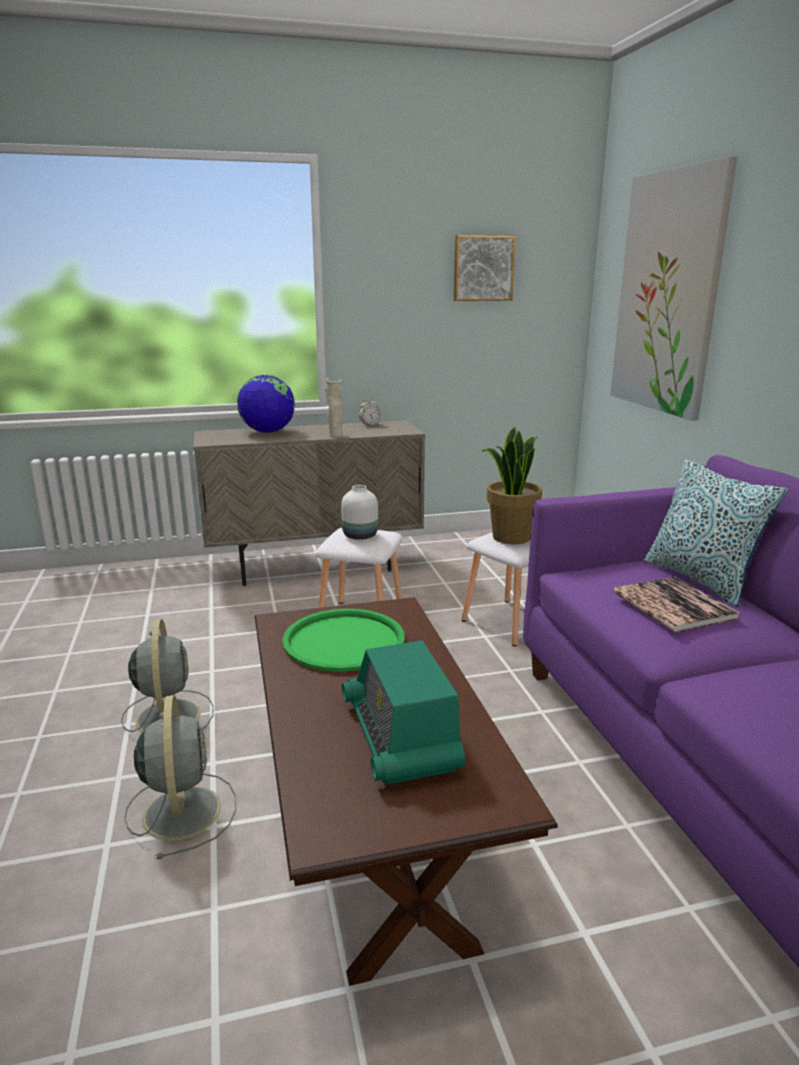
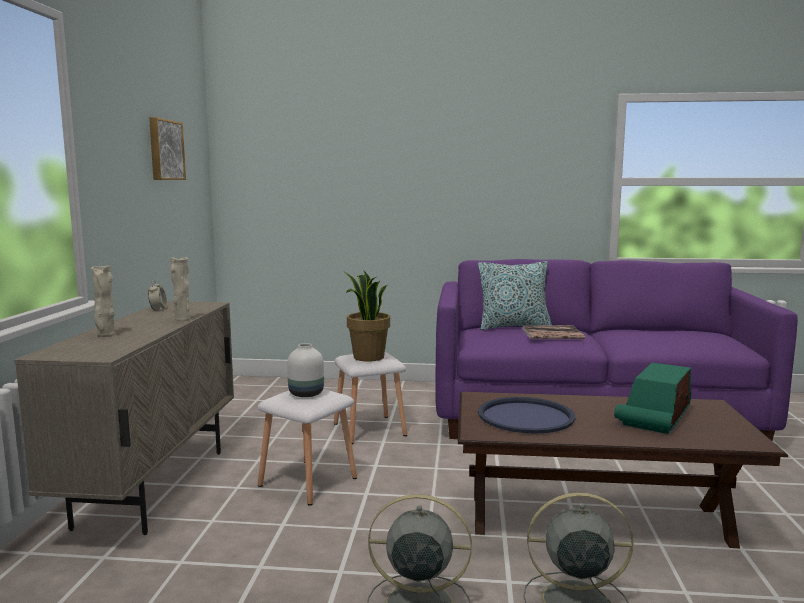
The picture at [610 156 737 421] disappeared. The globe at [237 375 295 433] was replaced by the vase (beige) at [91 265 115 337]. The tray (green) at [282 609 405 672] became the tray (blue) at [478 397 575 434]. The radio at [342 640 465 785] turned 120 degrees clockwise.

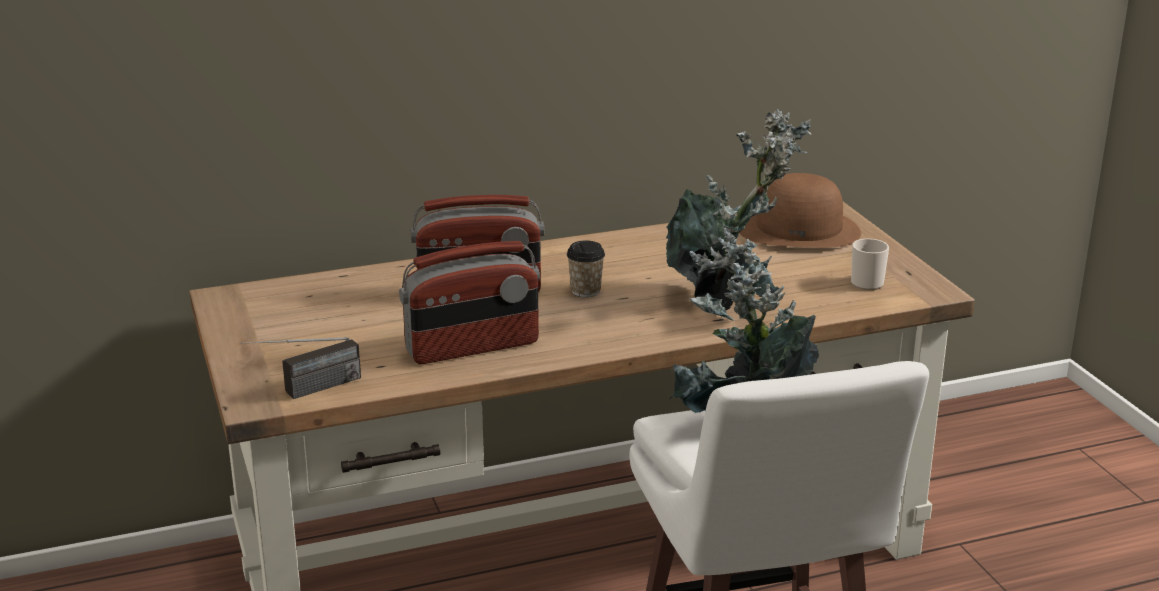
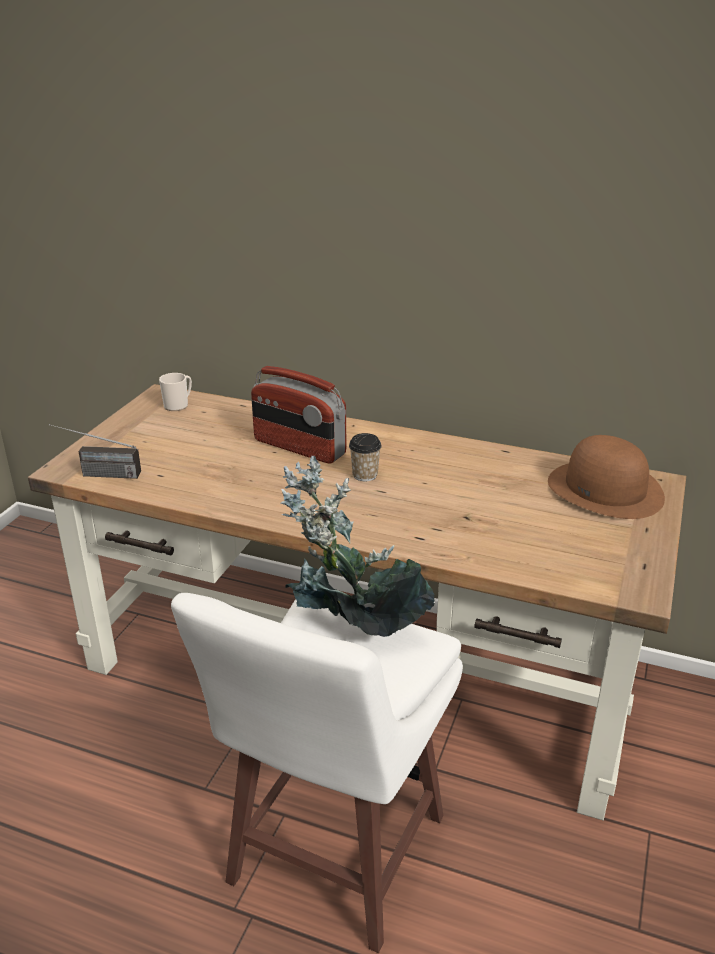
The potted plant at [666 109 811 310] disappeared. The mug moved from [851 239 889 290] to [159 373 192 411]. The radio at [399 241 540 364] disappeared.

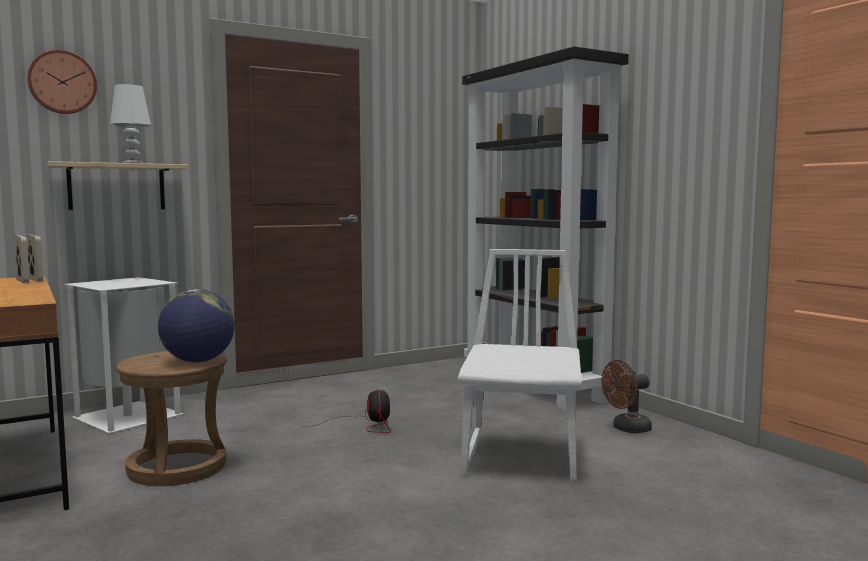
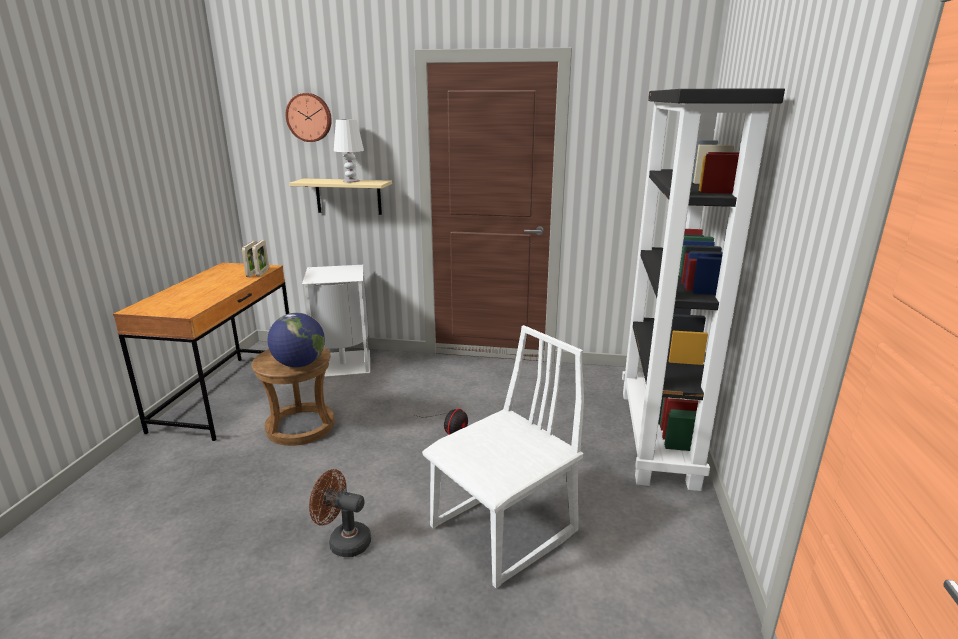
The fan (brown) moved from [602 360 652 433] to [309 469 371 557].

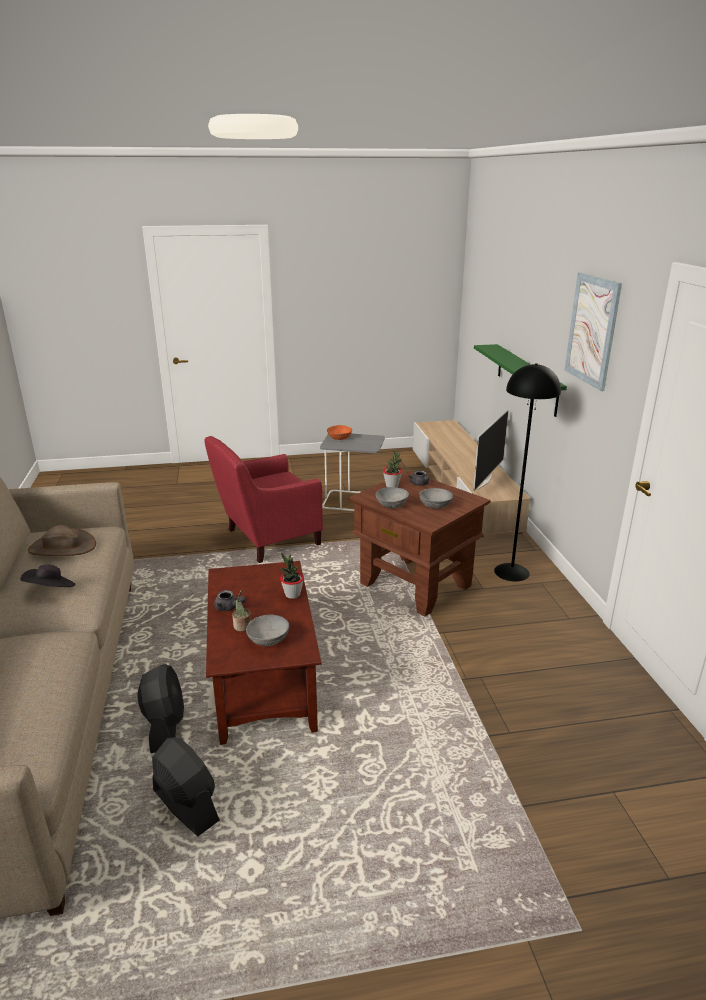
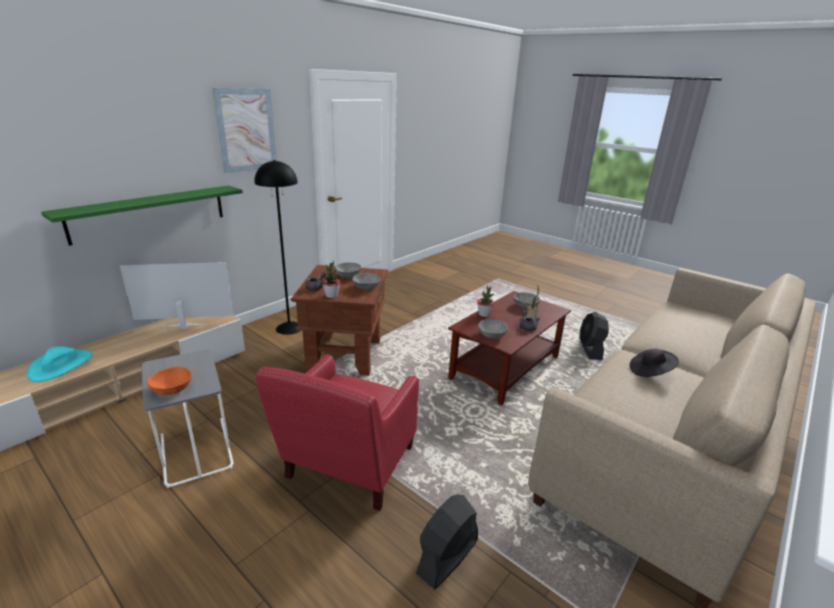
The armchair (red) at [204 436 323 563] turned 90 degrees clockwise. The hat (brown) at [28 525 96 556] disappeared. The fan (black) moved from [137 664 184 753] to [416 494 478 589]. The bowl (grey) at [478 319 508 339] appeared. The hat (turquoise) at [26 346 93 382] appeared.

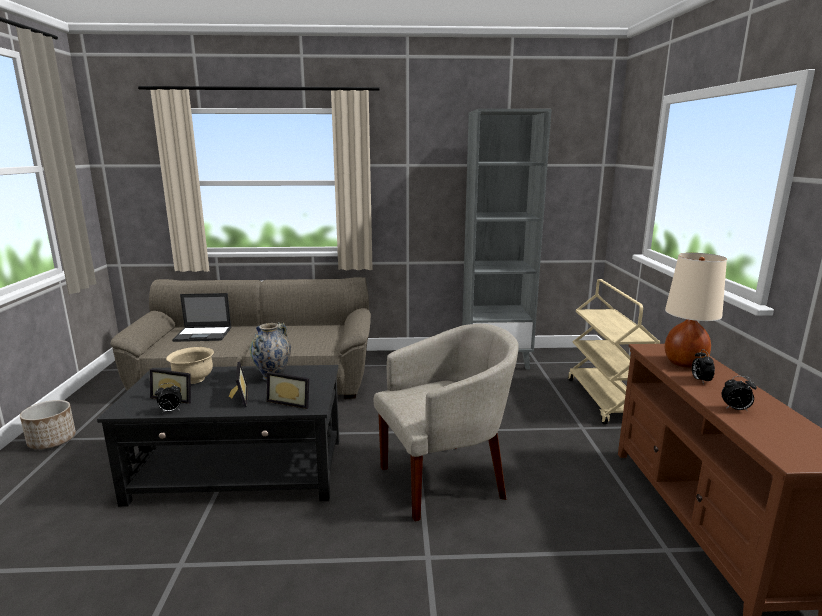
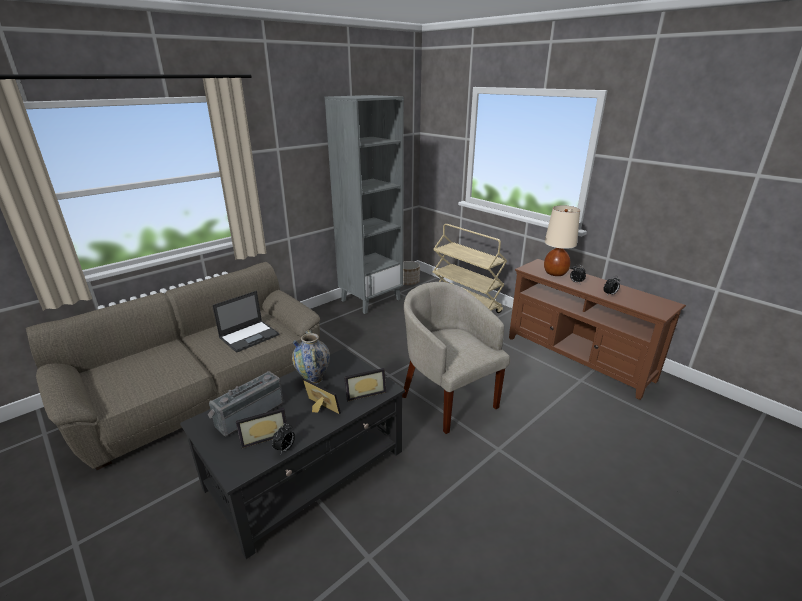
The laptop moved from [172 293 231 342] to [212 291 279 353]. The armchair (beige) at [373 324 519 522] turned 60 degrees counterclockwise. The bowl (beige) at [166 347 214 384] was replaced by the radio at [208 371 284 436]. The planter moved from [20 400 76 449] to [403 261 420 285].

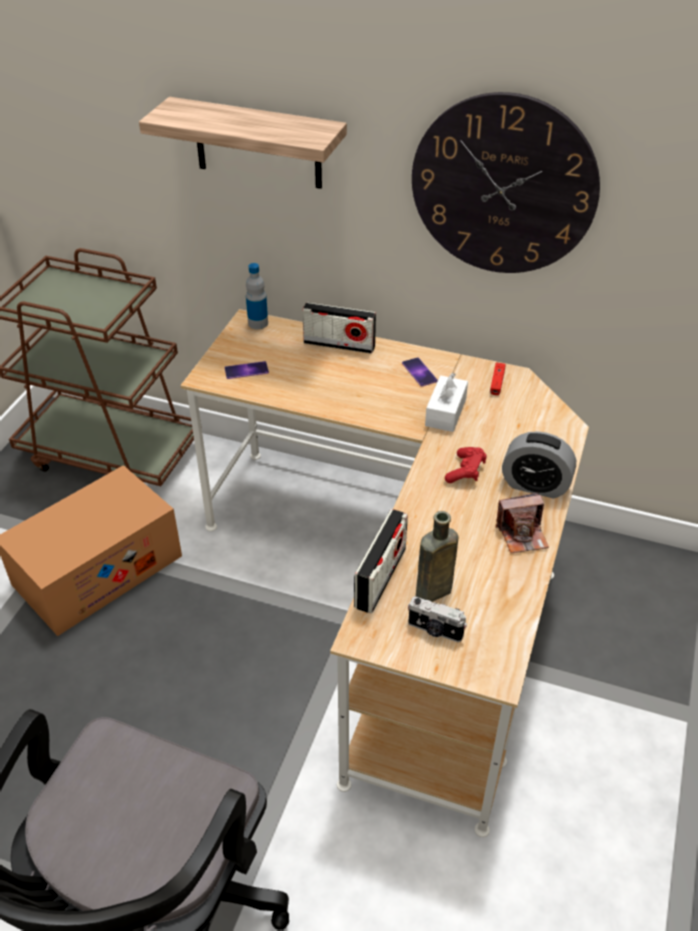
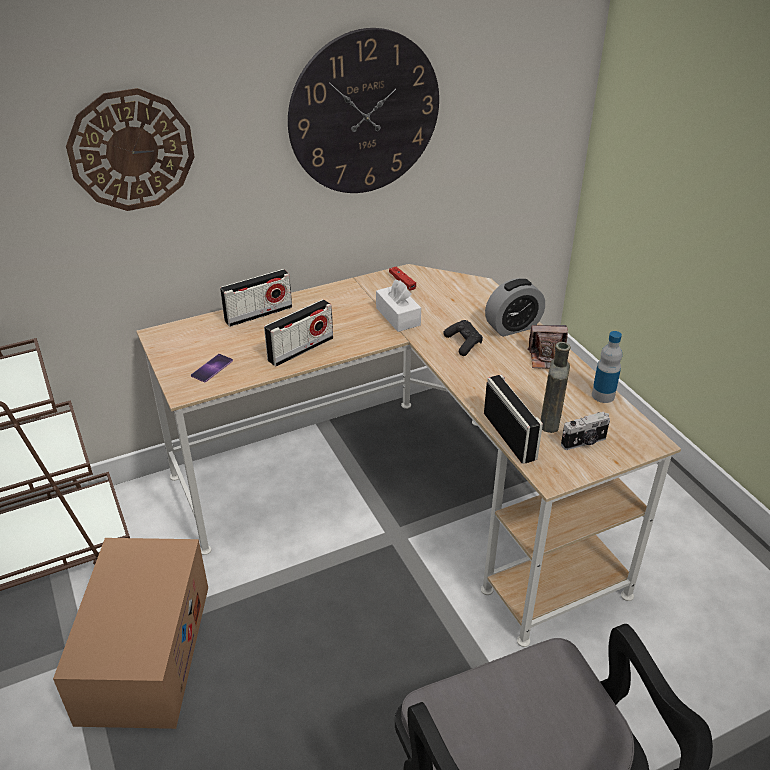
The shelf at [139 97 347 189] was replaced by the wall clock at [66 88 194 211]. The bottle moved from [246 263 268 329] to [592 331 622 403]. The phone at [402 357 438 386] disappeared. The game controller (red) at [445 447 487 483] became the game controller (black) at [443 320 483 356]. The photo camera at [496 493 549 553] turned 60 degrees clockwise. The radio at [264 299 333 366] appeared.

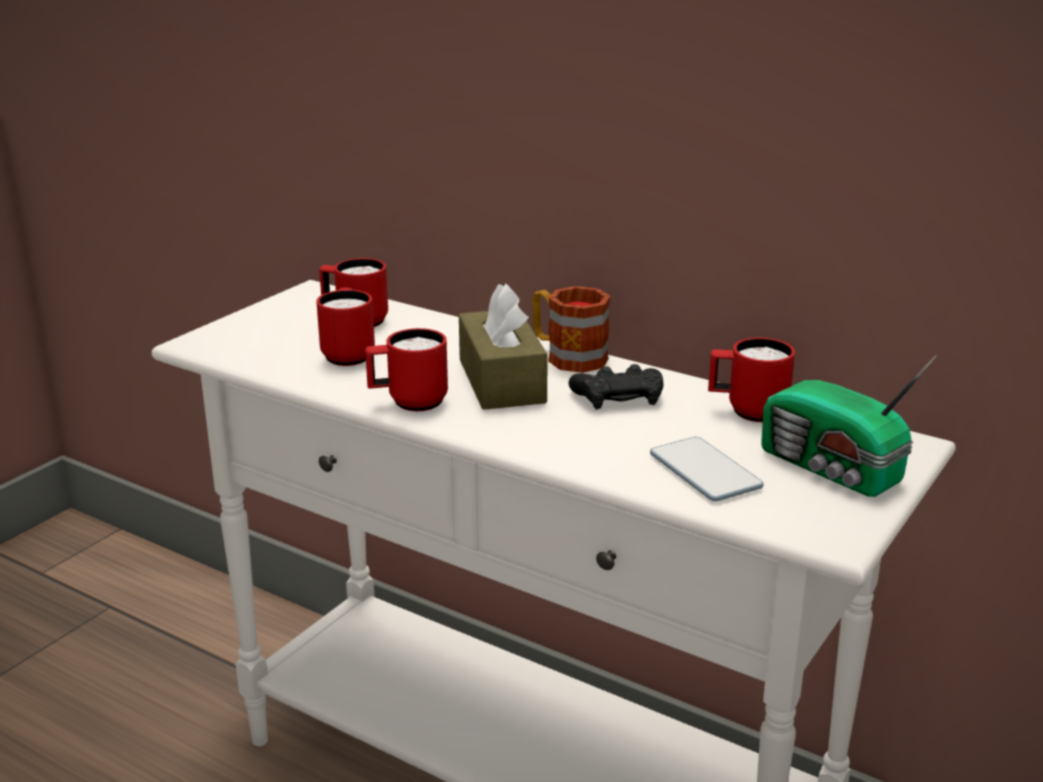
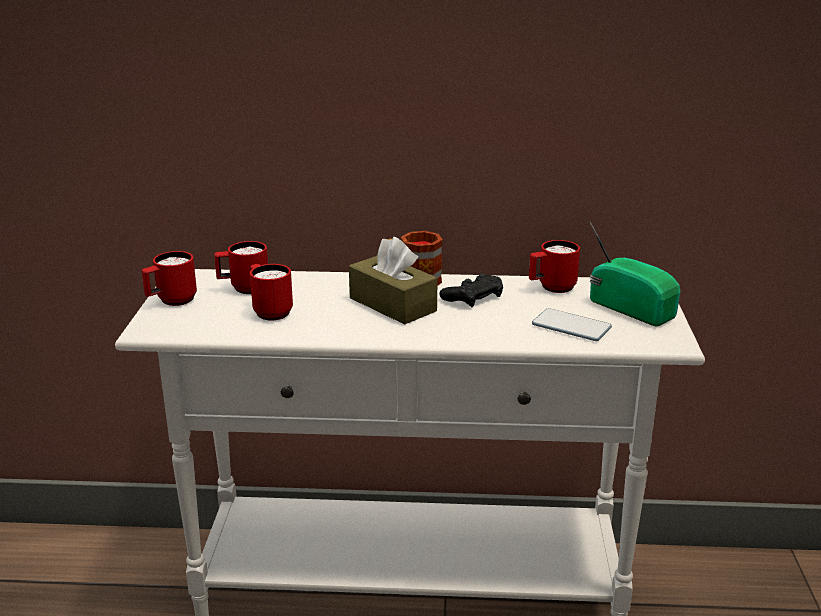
The mug (red) moved from [365 328 448 411] to [141 251 197 306]. The radio at [761 355 937 497] turned 150 degrees counterclockwise.

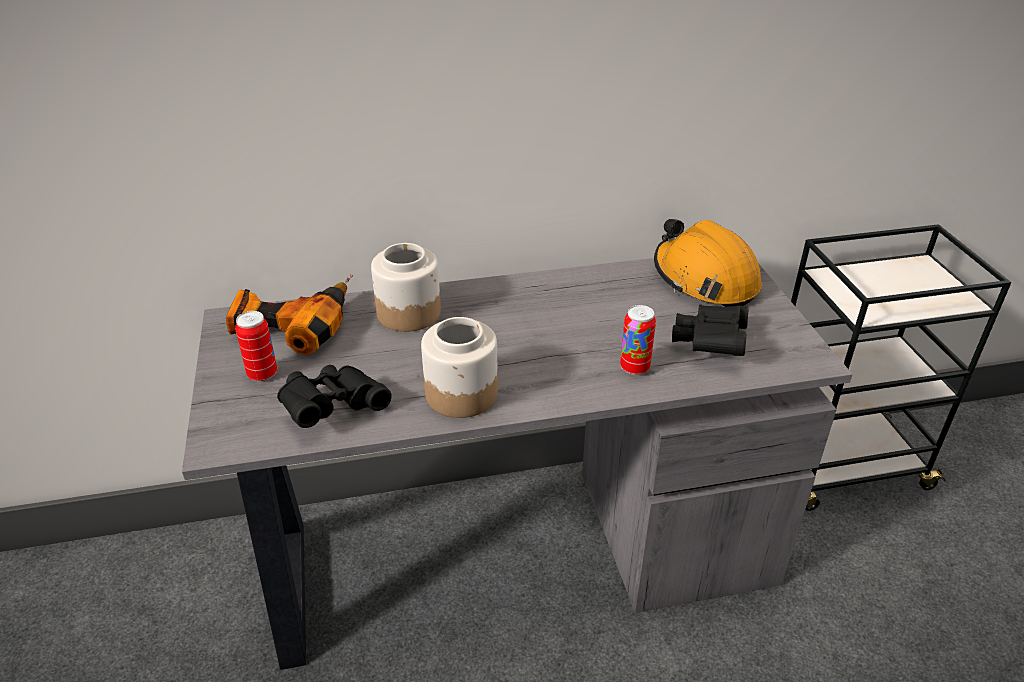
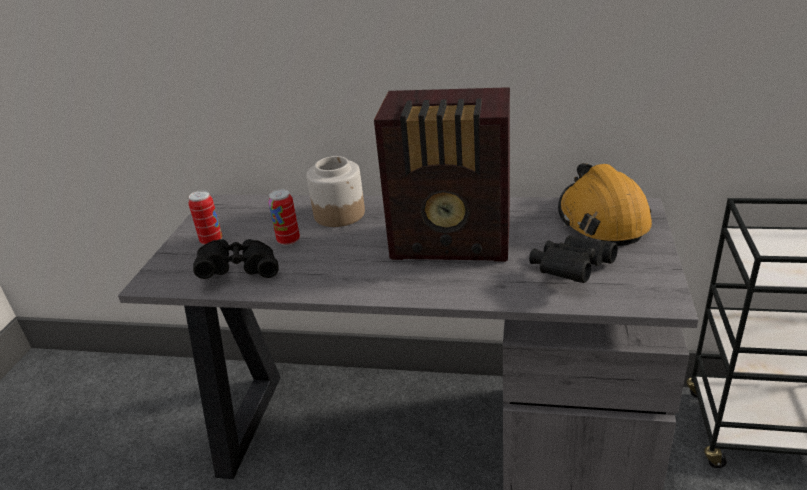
The power drill at [226 274 353 355] disappeared. The can moved from [620 305 656 375] to [268 189 300 246]. The jar at [421 317 498 418] disappeared. The radio at [374 87 510 262] appeared.

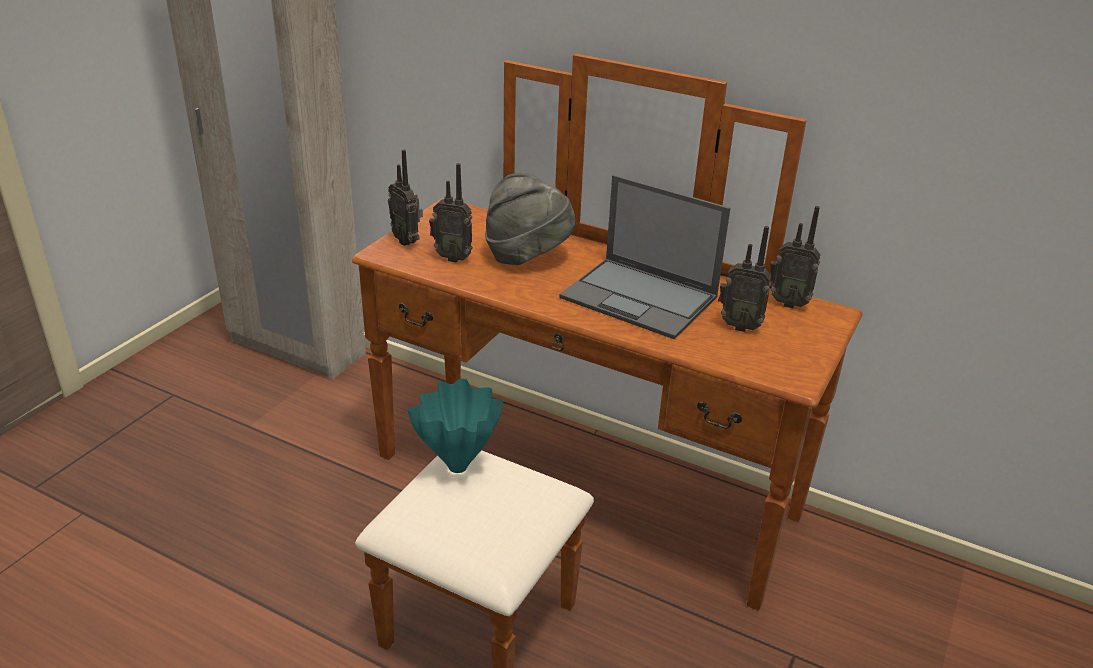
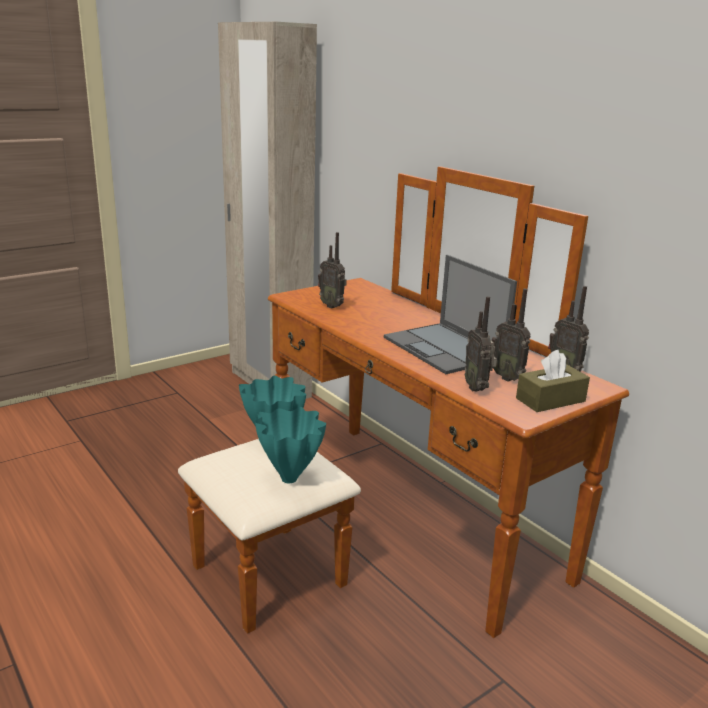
The radio moved from [388 149 423 246] to [465 296 497 391]. The hat (grey) at [485 173 576 265] disappeared. The tissue box (brown) at [516 350 590 412] appeared. The vase (turquoise) at [255 407 326 483] appeared.

